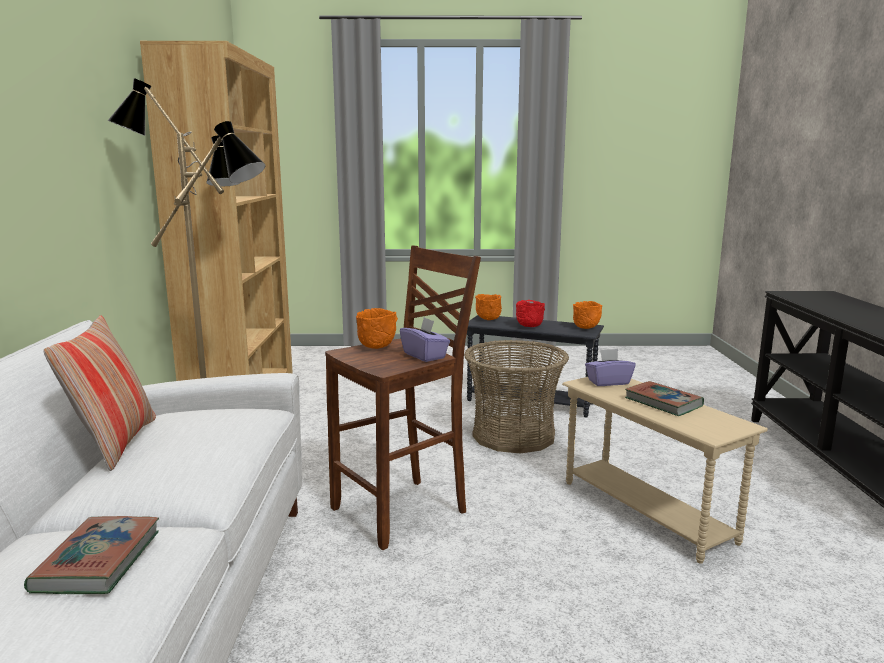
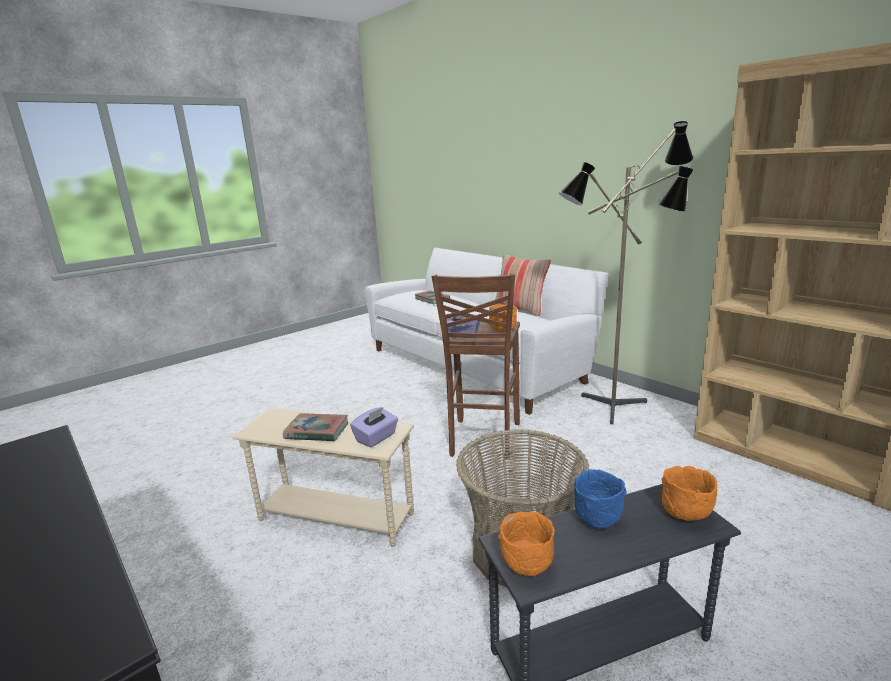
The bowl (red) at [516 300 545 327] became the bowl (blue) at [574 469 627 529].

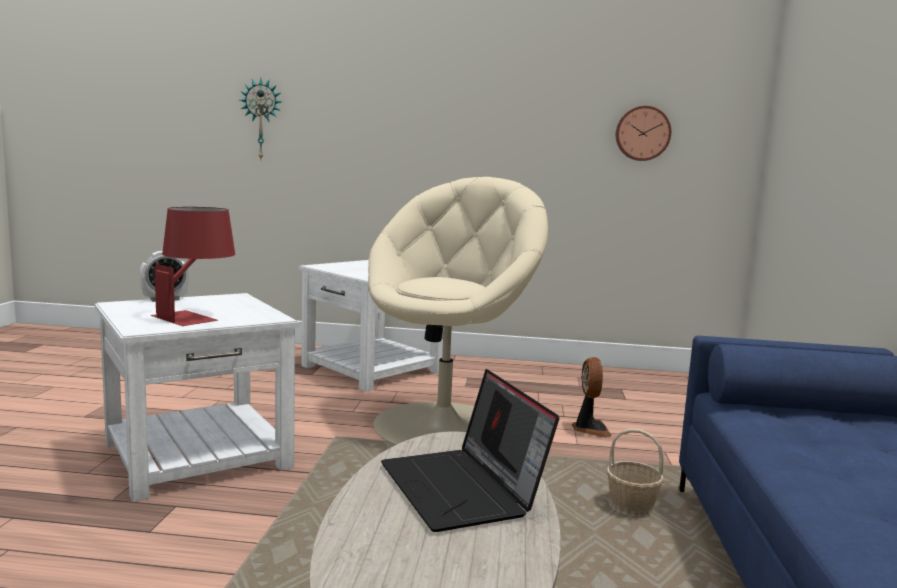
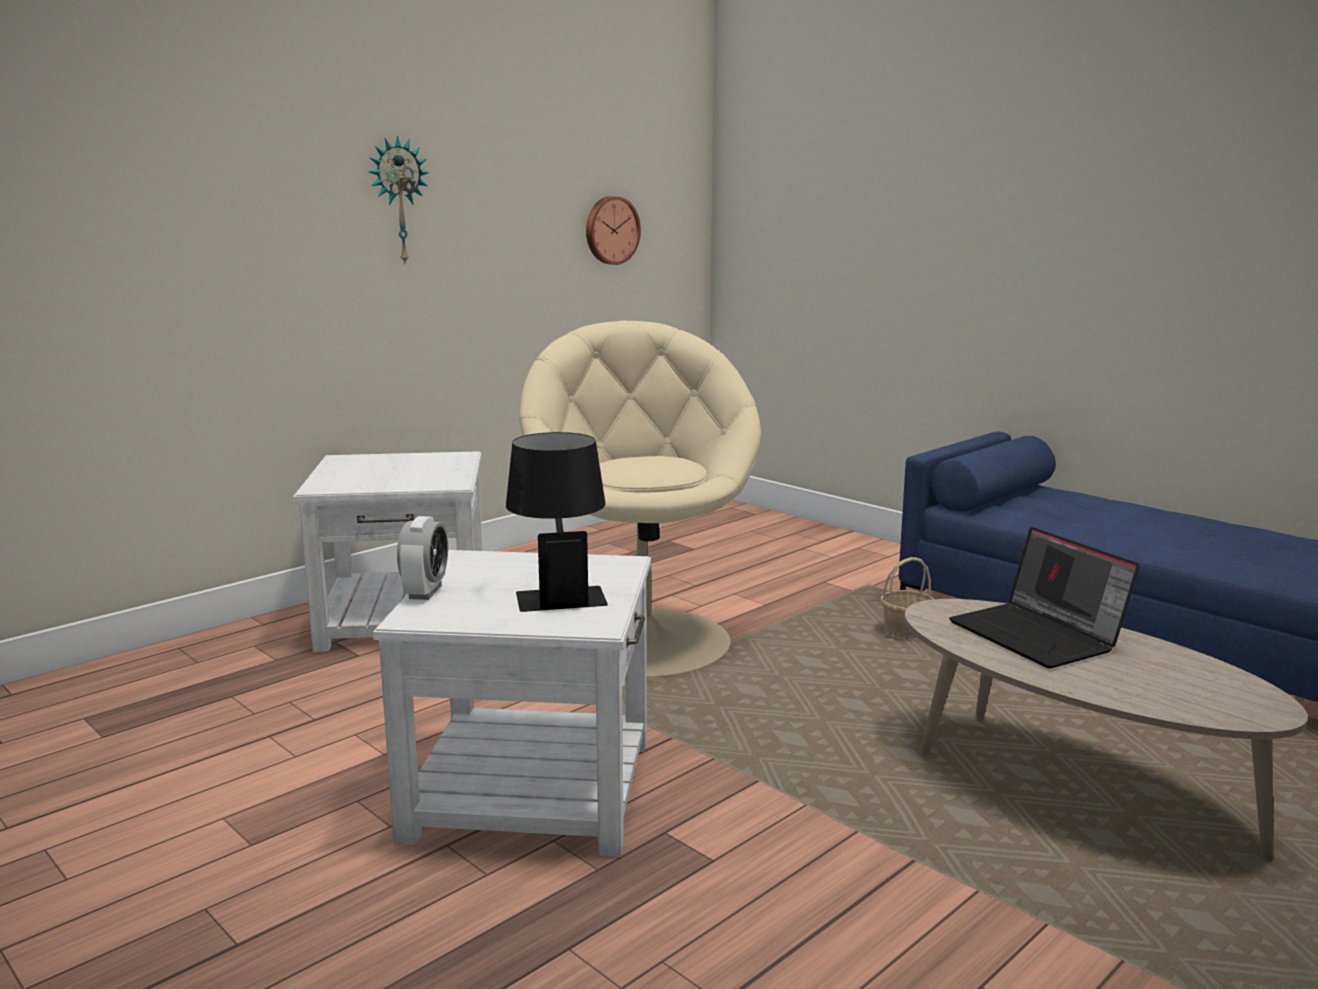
The wall clock moved from [240 78 282 159] to [369 135 429 263]. The table lamp (red) at [151 207 235 326] became the table lamp (black) at [506 432 608 612]. The fan at [572 357 612 437] disappeared. The laptop at [381 369 559 532] turned 45 degrees clockwise.

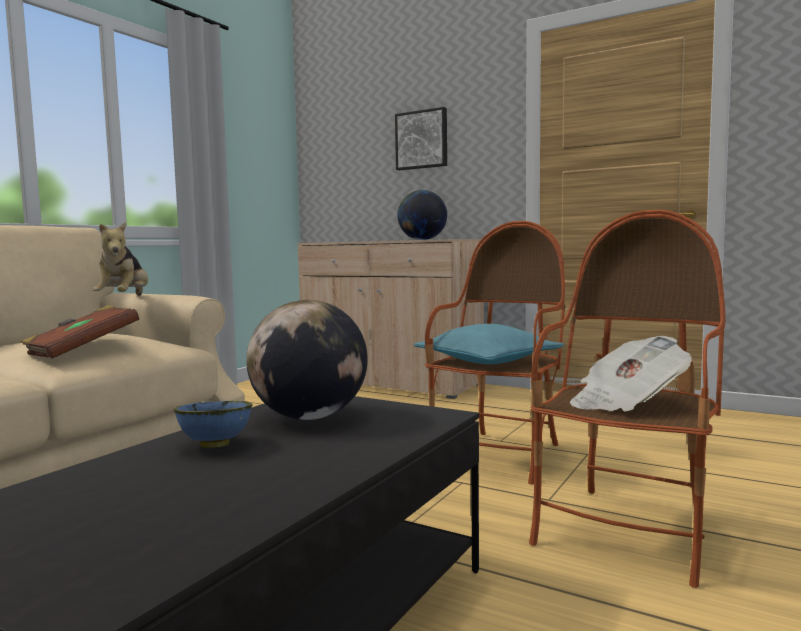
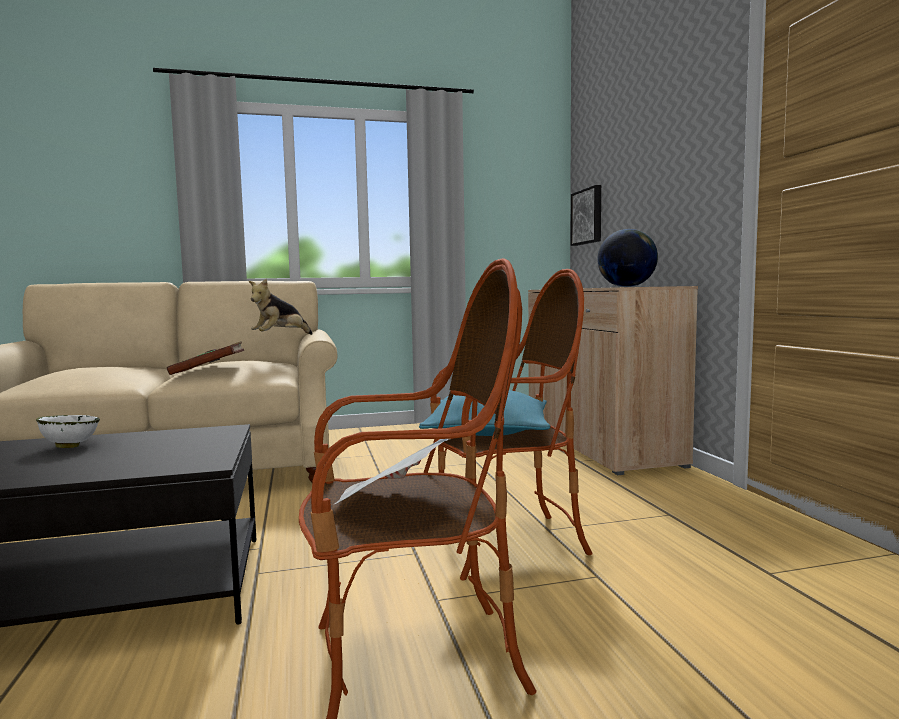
The picture moved from [395 107 447 170] to [570 185 601 246]. The globe at [246 300 368 420] disappeared. The bowl (blue) at [173 401 253 448] became the bowl (white) at [36 415 100 448].

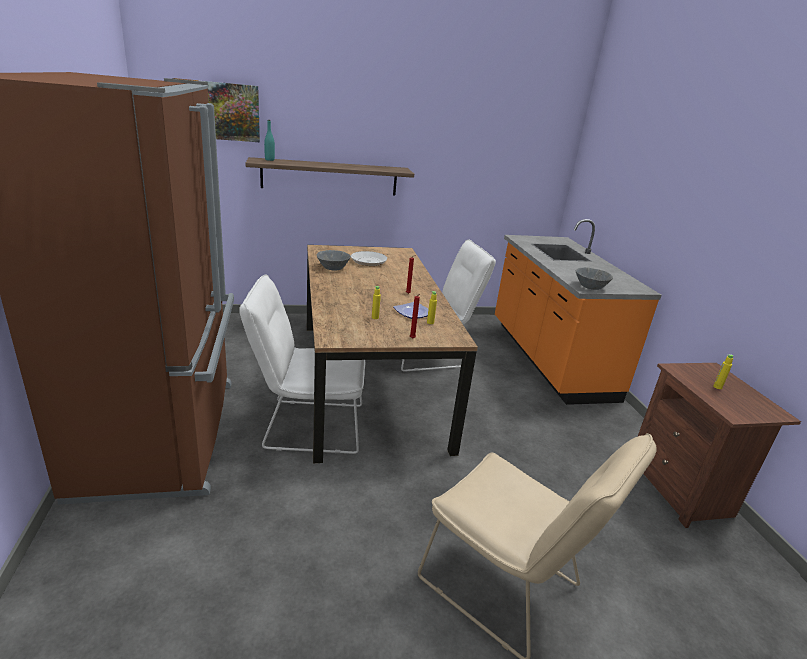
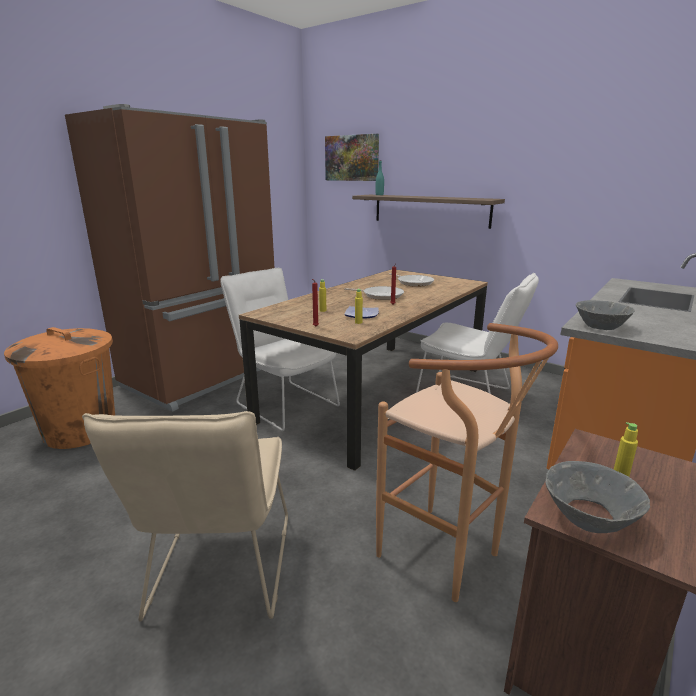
The bowl (grey) moved from [317 250 351 270] to [545 461 650 533]. The frying pan at [344 286 404 300] appeared. The stool (brown) at [376 323 558 602] appeared. The trash can (orange) at [4 327 115 449] appeared.

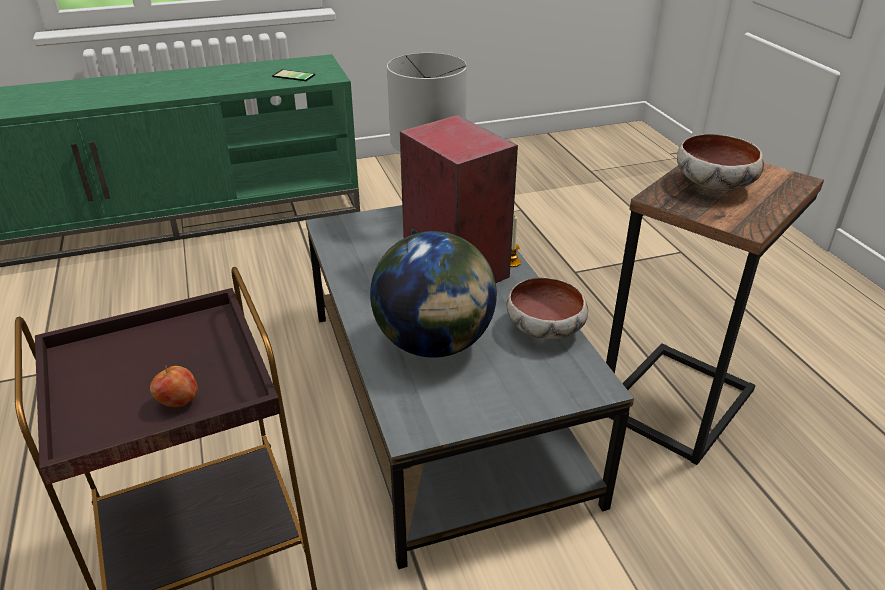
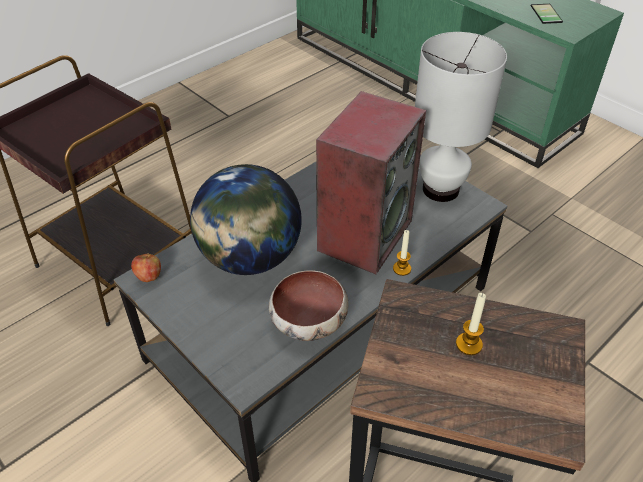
The bowl at [677 134 764 191] was replaced by the candle at [456 293 486 355]. The apple moved from [150 365 198 407] to [131 253 161 282].

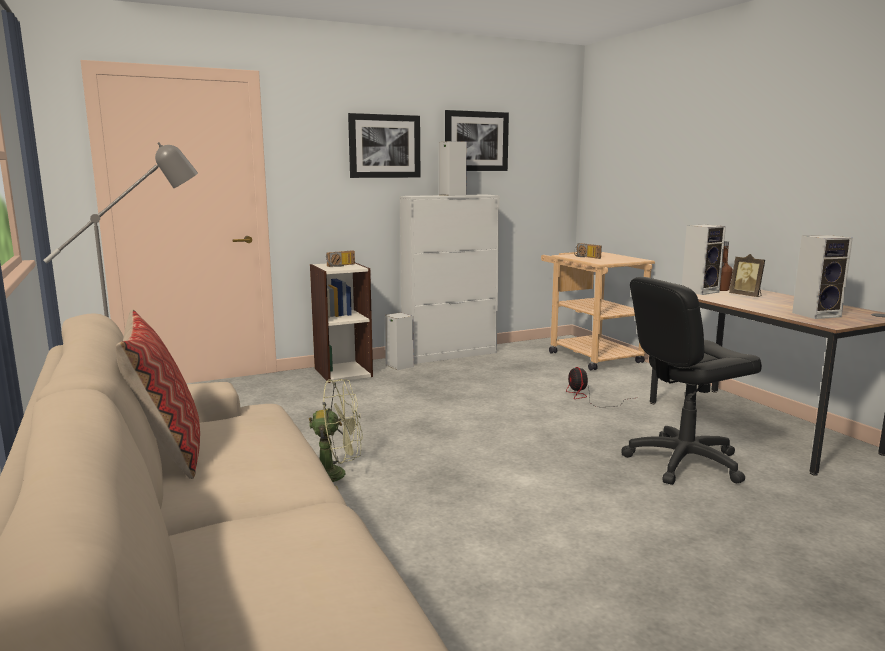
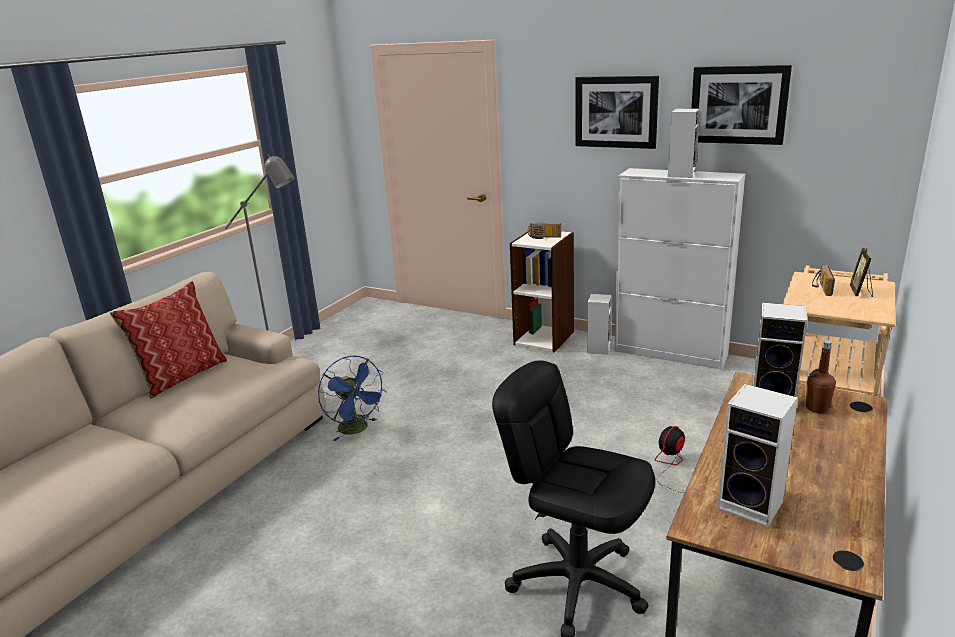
The picture frame moved from [729 254 765 297] to [850 248 873 297]. The fan (green) at [309 379 362 489] became the fan (blue) at [318 356 387 441].

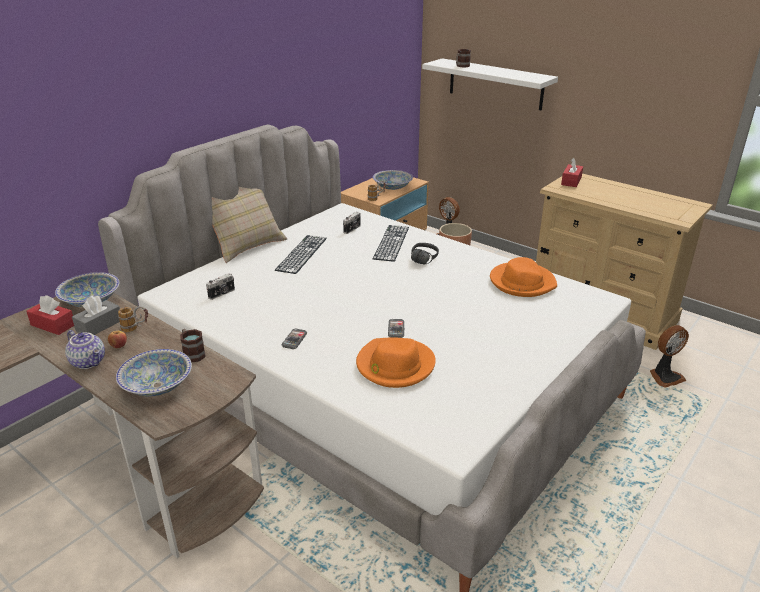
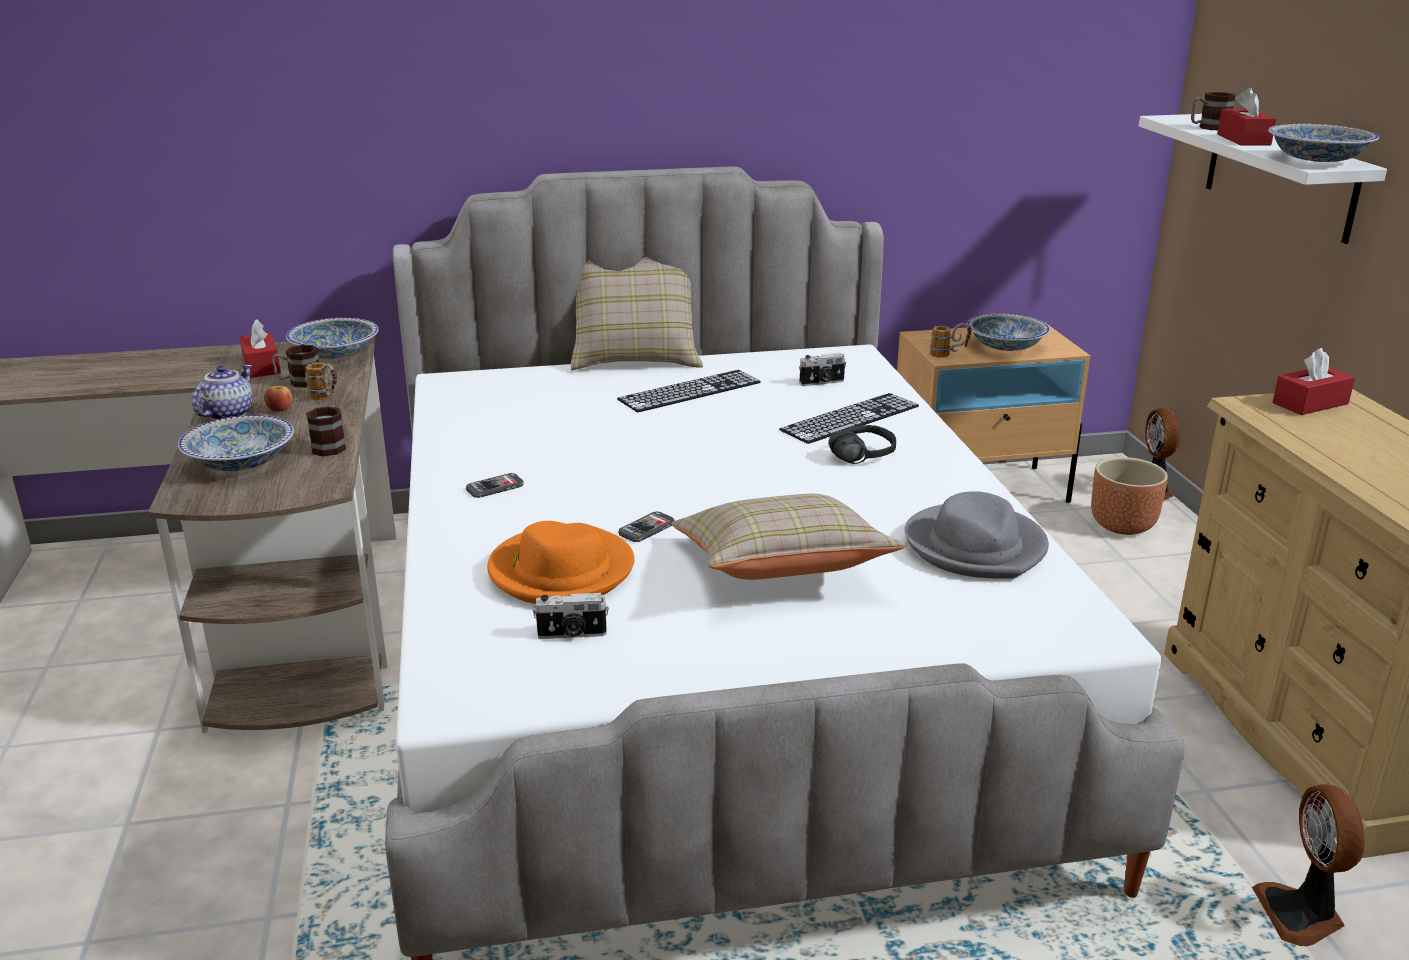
The hat (orange) at [490 257 557 297] became the hat (grey) at [904 491 1049 579]. The photo camera moved from [206 273 235 300] to [533 593 609 639]. The tissue box (grey) at [72 296 120 335] was replaced by the mug at [272 345 319 388]. The fan at [650 325 689 388] turned 75 degrees clockwise. The teapot at [65 330 105 369] turned 150 degrees counterclockwise. The tissue box (red) at [1217 88 1276 145] appeared. The bowl at [1268 124 1379 162] appeared. The pillow (beige) at [672 494 905 580] appeared.

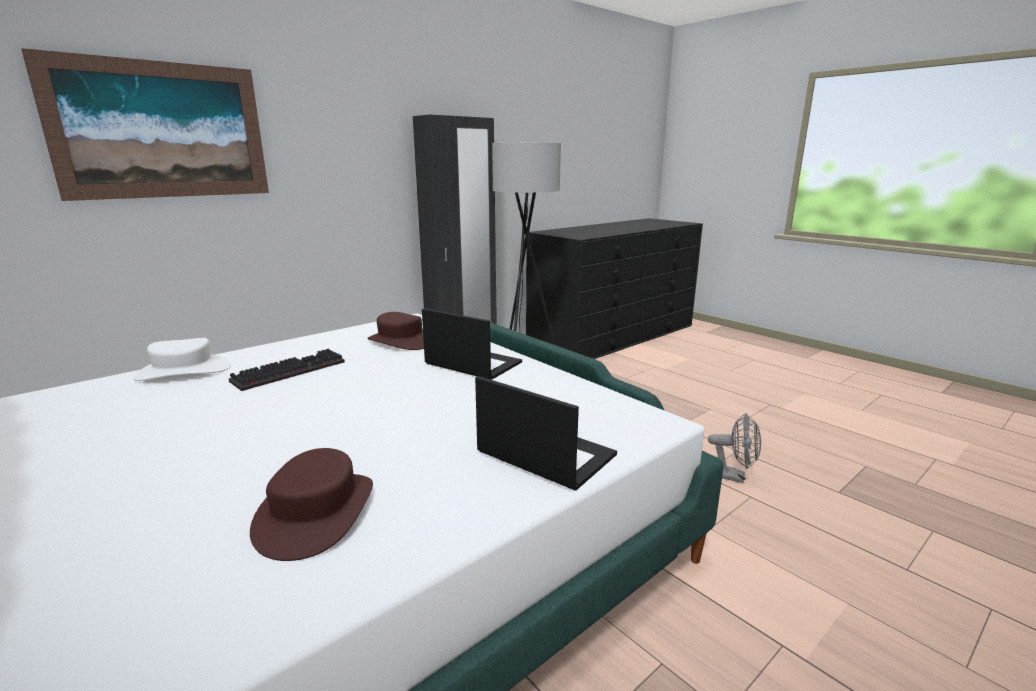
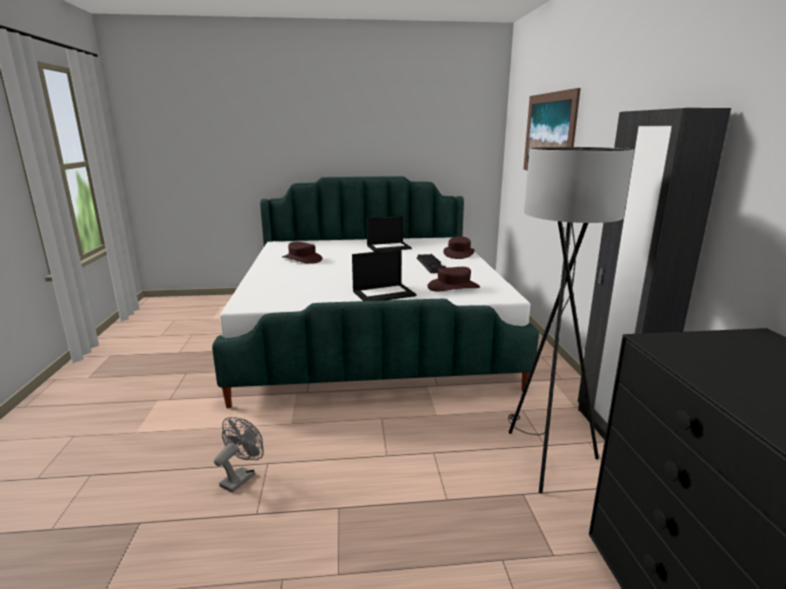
The hat (white) at [133 338 231 381] became the hat (brown) at [443 236 475 259]. The laptop moved from [475 376 617 491] to [367 216 412 252]. The fan (grey) at [708 413 761 483] turned 150 degrees clockwise.

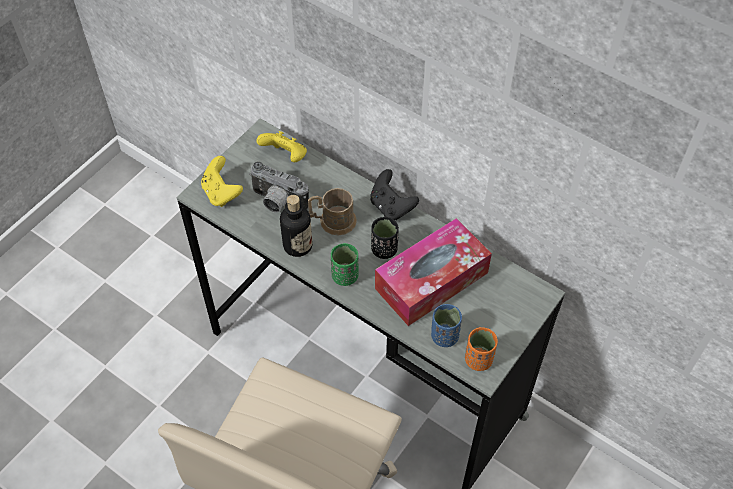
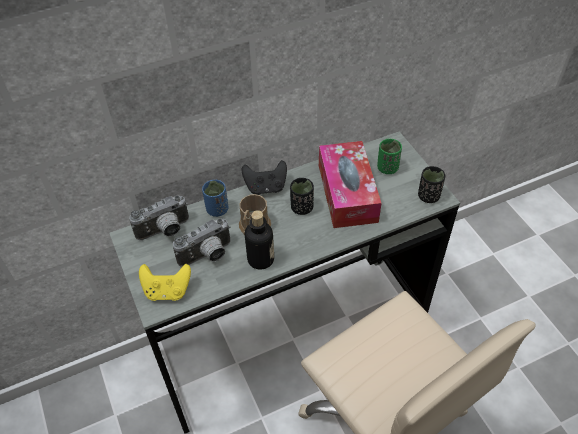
The game controller (yellow) at [256 131 307 162] was replaced by the photo camera at [129 195 189 240]. The cup (green) moved from [330 243 359 286] to [377 139 402 174]. The cup (blue) moved from [431 304 462 347] to [202 180 229 217]. The cup (orange) at [465 327 498 371] became the cup (black) at [418 166 445 203].

